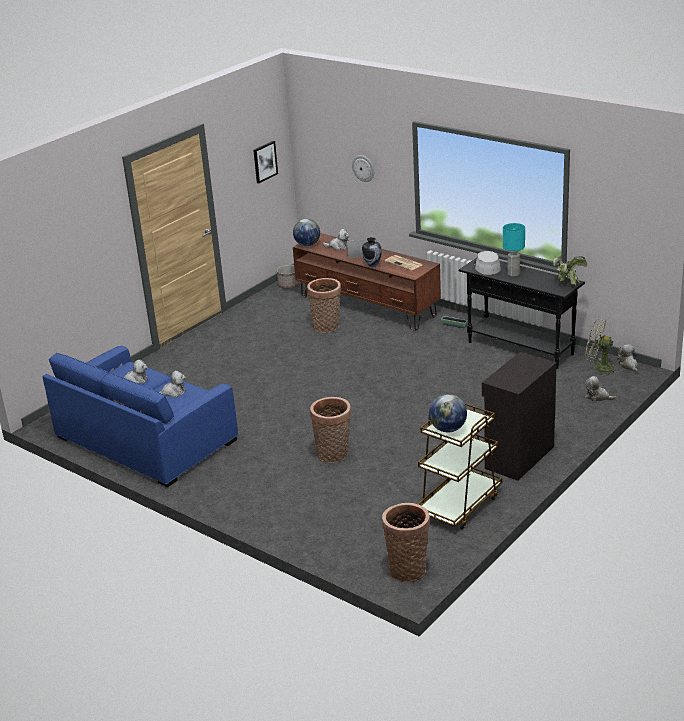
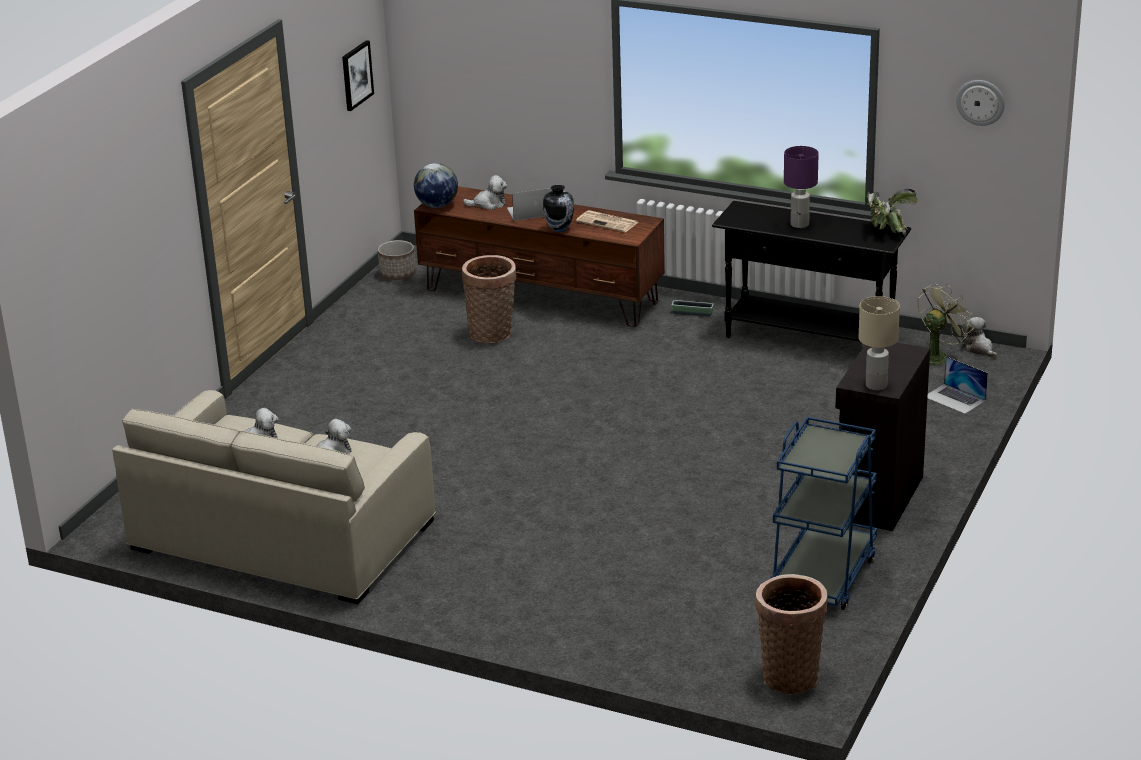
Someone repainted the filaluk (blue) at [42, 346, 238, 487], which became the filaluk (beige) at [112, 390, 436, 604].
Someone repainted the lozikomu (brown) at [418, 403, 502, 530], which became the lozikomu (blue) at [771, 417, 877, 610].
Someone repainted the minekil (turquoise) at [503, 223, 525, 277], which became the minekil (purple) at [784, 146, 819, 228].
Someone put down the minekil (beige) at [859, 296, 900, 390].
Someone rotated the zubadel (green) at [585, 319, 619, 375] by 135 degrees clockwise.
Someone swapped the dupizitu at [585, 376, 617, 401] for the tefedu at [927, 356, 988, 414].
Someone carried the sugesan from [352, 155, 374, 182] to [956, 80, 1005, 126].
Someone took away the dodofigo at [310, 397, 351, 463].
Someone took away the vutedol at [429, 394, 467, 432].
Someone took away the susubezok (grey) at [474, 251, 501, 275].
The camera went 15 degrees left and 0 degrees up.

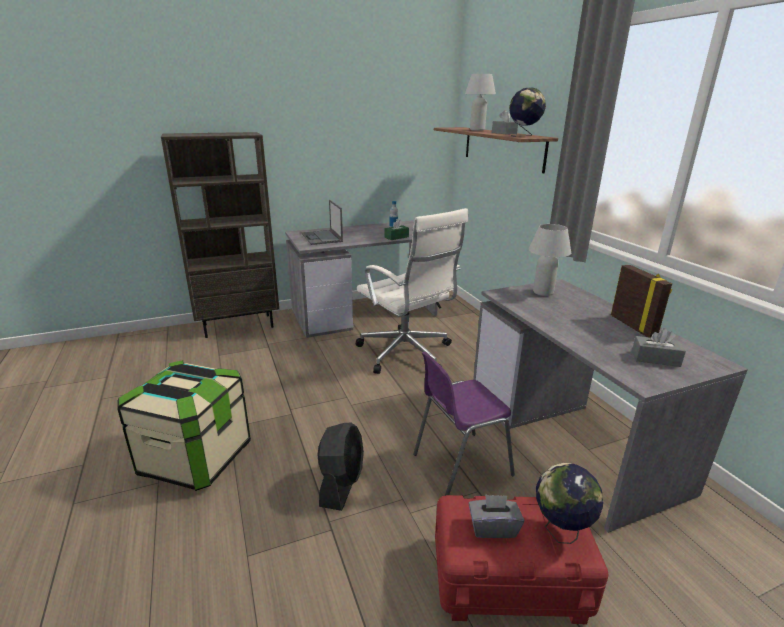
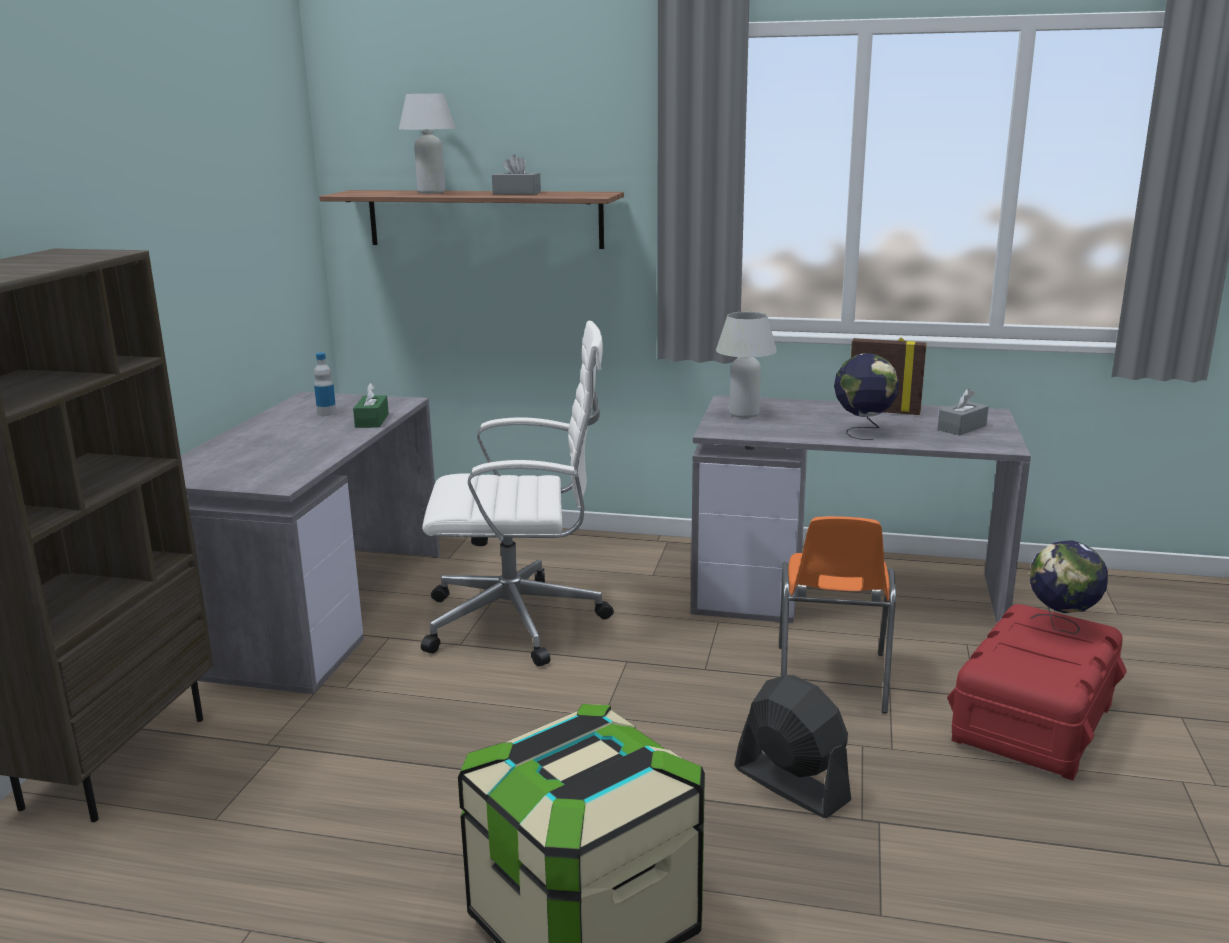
Someone repainted the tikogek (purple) at [413, 352, 515, 496], which became the tikogek (orange) at [779, 516, 896, 714].
Someone carried the vutedol from [509, 87, 546, 137] to [834, 353, 899, 440].
Someone took away the tefedu at [302, 200, 343, 245].
Someone took away the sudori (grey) at [469, 494, 524, 538].
The camera went 55 degrees left and 5 degrees down.

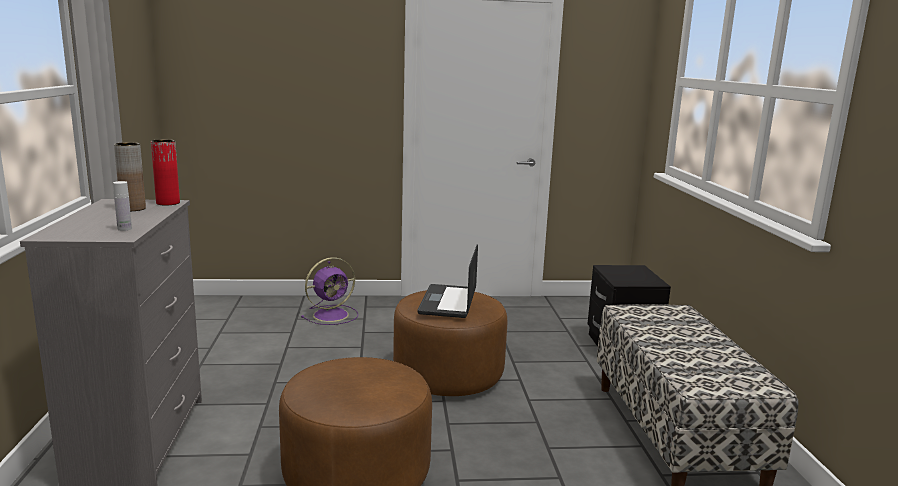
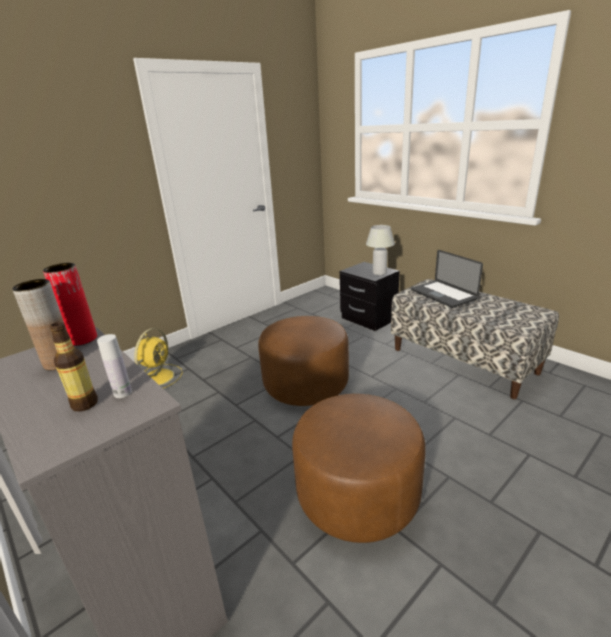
Someone put down the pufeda at [50, 322, 98, 411].
Someone repainted the zubadel (purple) at [301, 257, 358, 325], which became the zubadel (yellow) at [134, 328, 182, 388].
Someone put down the minekil (white) at [366, 225, 395, 276].
Someone carried the tefedu from [417, 244, 478, 318] to [411, 250, 483, 308].
The camera went 35 degrees left and 10 degrees up.

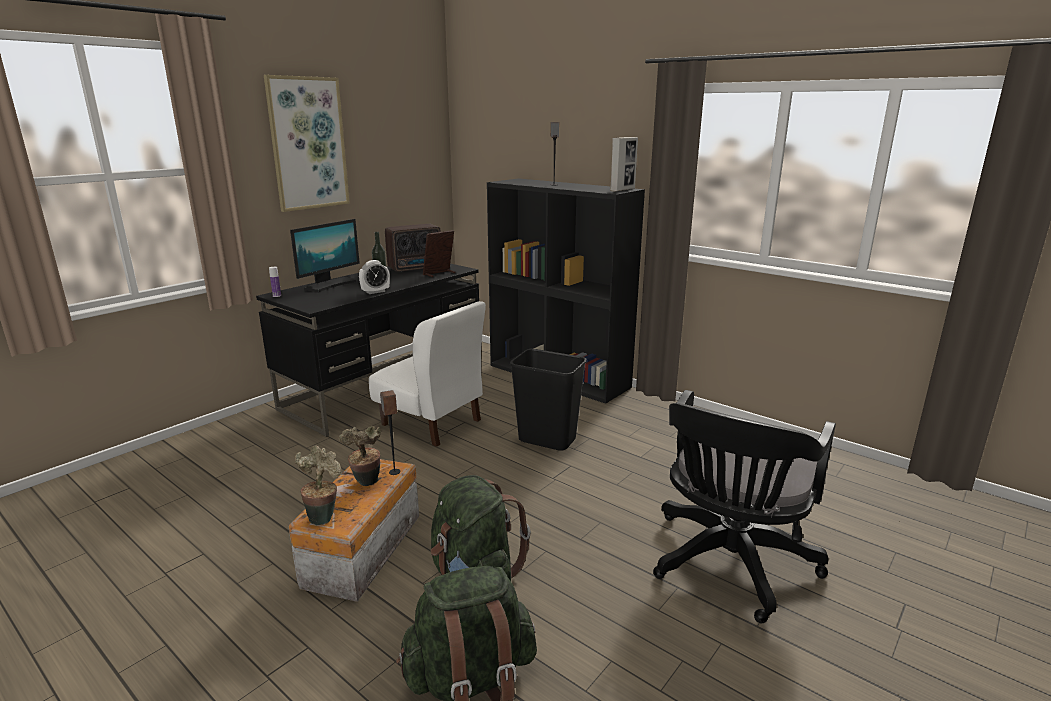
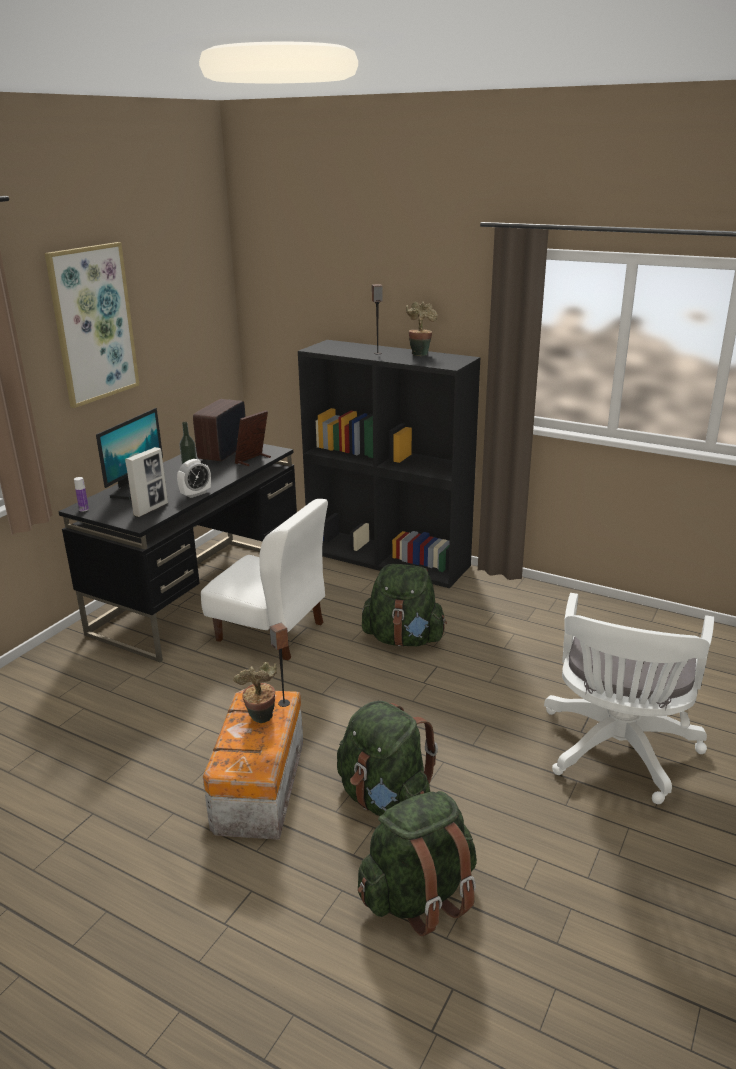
Someone carried the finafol from [610, 137, 638, 192] to [125, 447, 168, 517].
Someone rotated the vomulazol at [385, 224, 441, 272] by 150 degrees clockwise.
Someone swapped the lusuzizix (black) at [510, 349, 587, 451] for the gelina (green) at [362, 564, 447, 646].
Someone carried the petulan from [295, 445, 341, 525] to [406, 302, 438, 356].
Someone repainted the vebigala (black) at [653, 390, 836, 623], which became the vebigala (white) at [544, 593, 714, 804].
The camera went 10 degrees left and 5 degrees up.

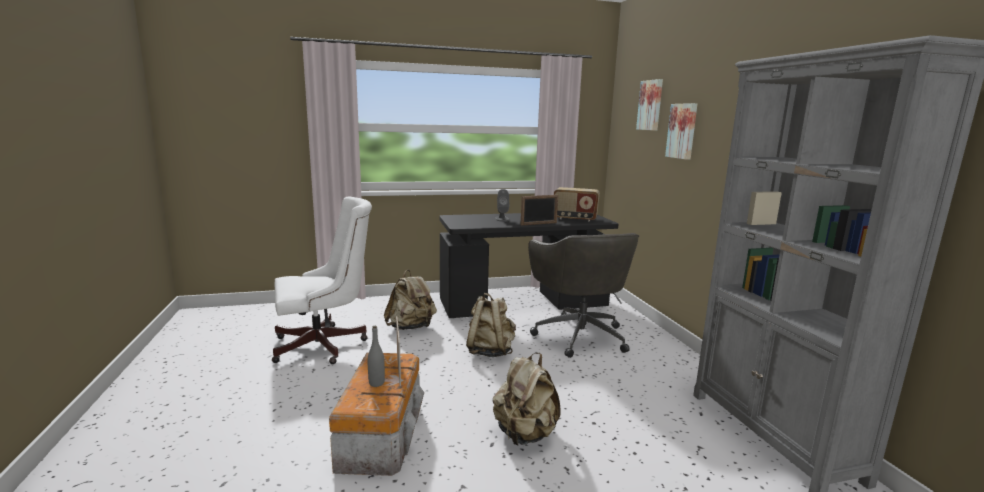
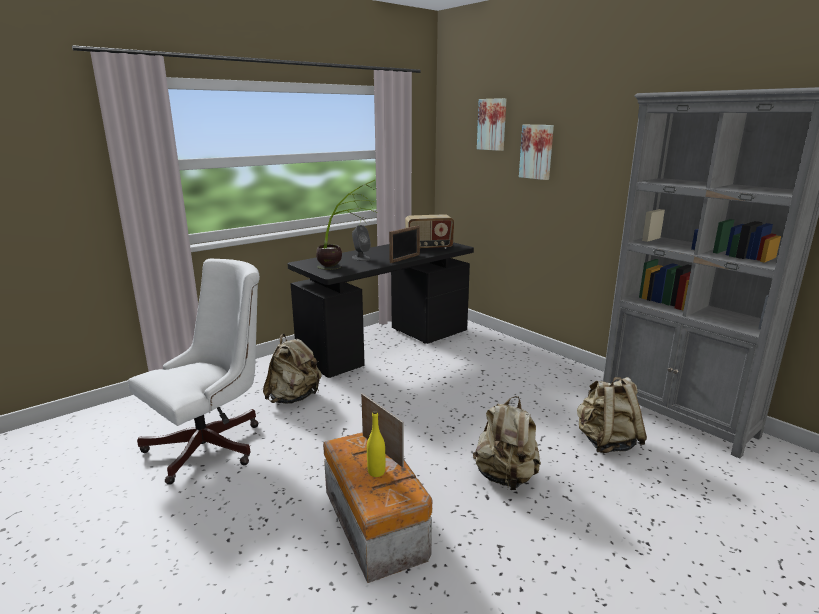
Someone put down the petulan at [316, 180, 377, 270].
Someone repainted the pufeda (grey) at [368, 326, 385, 387], which became the pufeda (yellow) at [367, 411, 385, 477].
Someone carried the gelina (beige) from [466, 293, 516, 357] to [577, 377, 647, 453].
Someone took away the vebigala (grey) at [528, 233, 639, 358].
The camera went 25 degrees left and 5 degrees up.

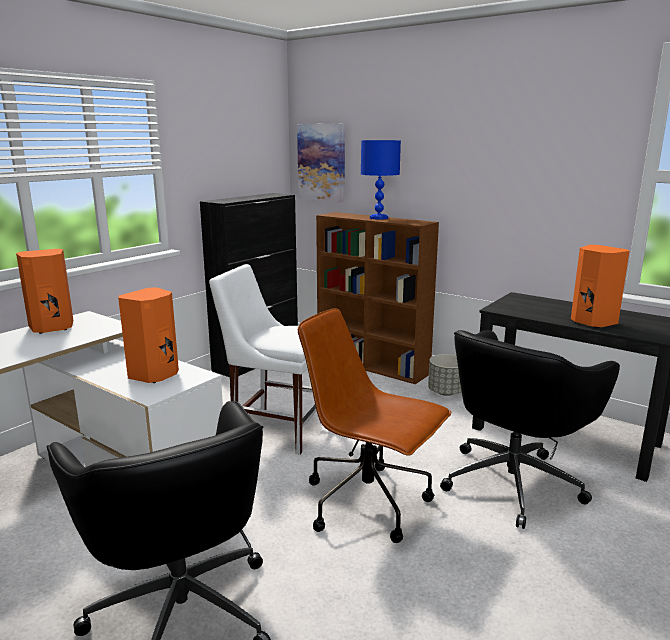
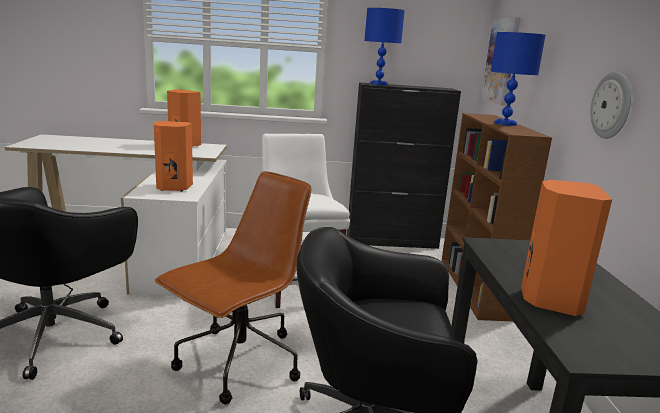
Someone rotated the vebigala (brown) at [298, 308, 451, 543] by 45 degrees clockwise.
Someone put down the minekil (blue) at [365, 8, 405, 85].
Someone put up the sugesan at [590, 72, 631, 139].
Someone took away the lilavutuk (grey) at [428, 354, 462, 396].
The camera went 50 degrees right and 0 degrees up.

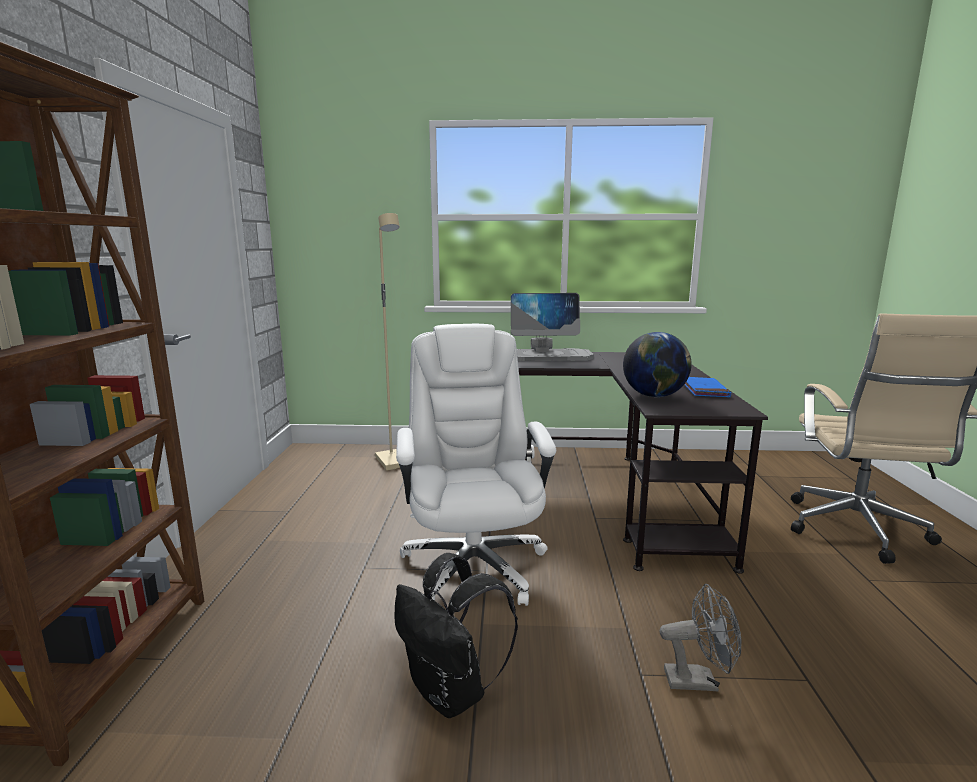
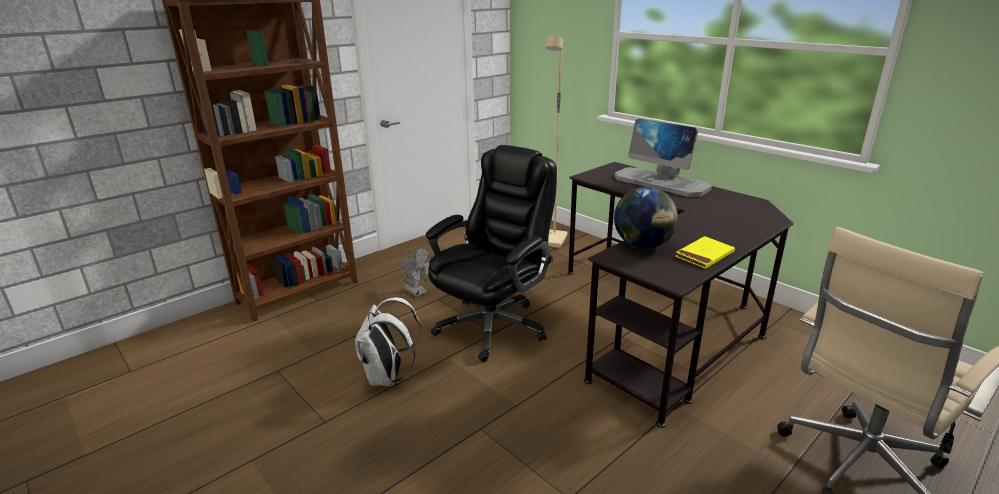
Someone repainted the gelina (black) at [394, 553, 518, 718], which became the gelina (white) at [355, 297, 422, 386].
Someone carried the zubadel (grey) from [660, 584, 741, 691] to [401, 247, 433, 297].
Someone repainted the vebigala (white) at [396, 324, 556, 606], which became the vebigala (black) at [426, 145, 557, 362].
Someone repainted the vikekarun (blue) at [684, 377, 731, 397], which became the vikekarun (yellow) at [675, 236, 735, 269].
The camera went 45 degrees right and 10 degrees up.

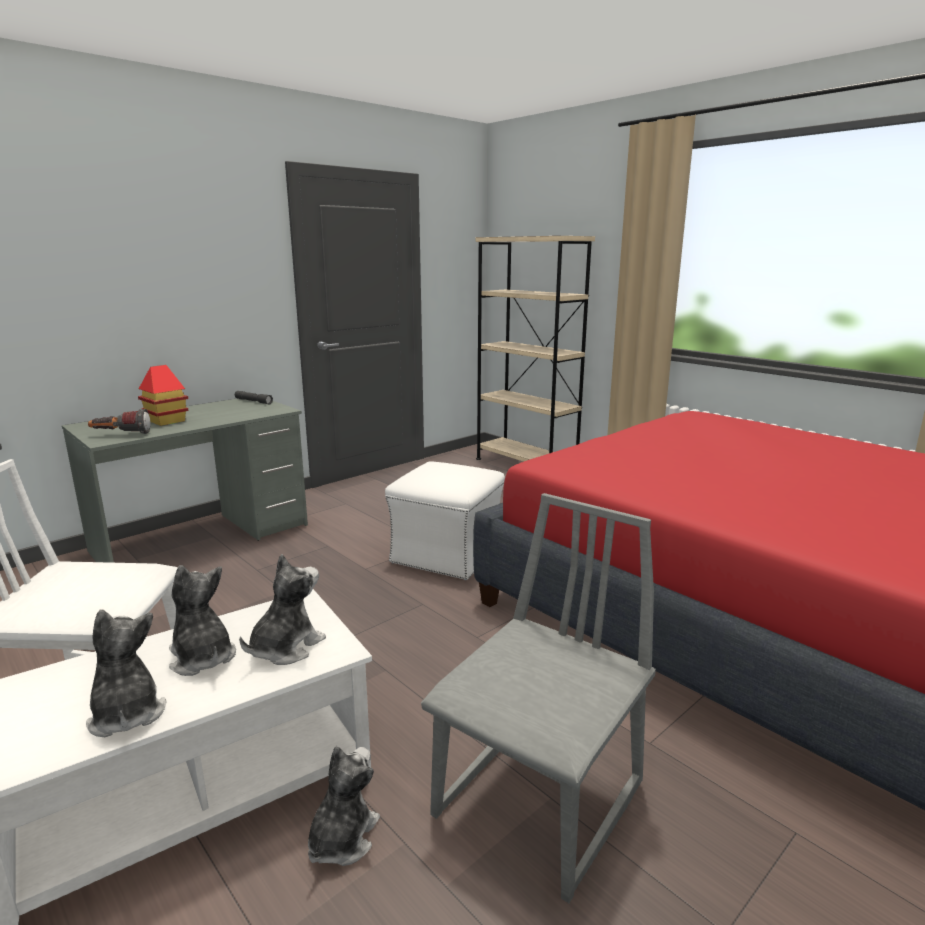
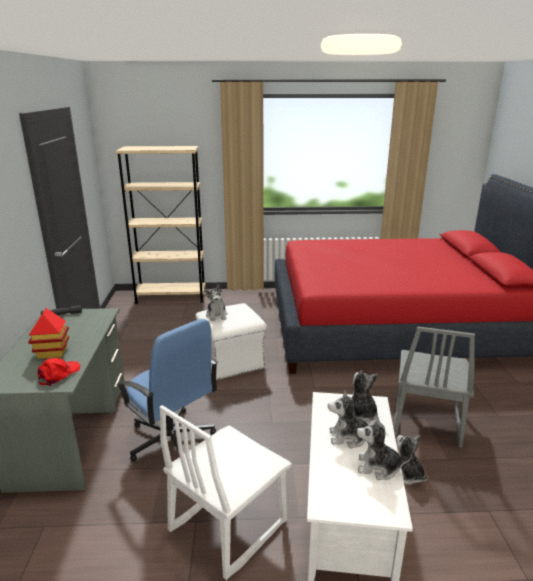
Someone swapped the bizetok at [88, 409, 150, 434] for the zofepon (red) at [38, 358, 80, 386].
Someone put down the vebigala (blue) at [116, 319, 218, 462].
Someone put down the dupizitu at [205, 285, 228, 321].
Someone rotated the tikogek (grey) at [421, 493, 656, 903] by 150 degrees counterclockwise.
The camera went 50 degrees left and 5 degrees up.

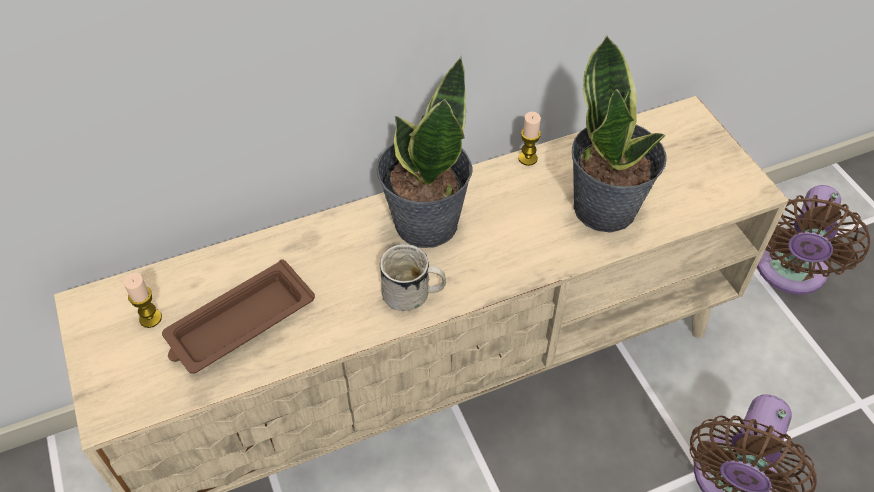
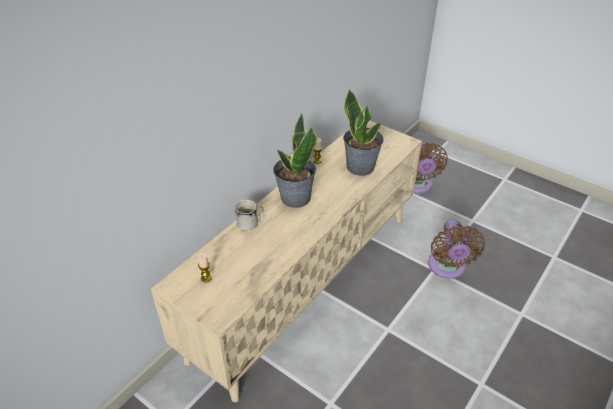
Someone carried the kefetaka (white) from [380, 244, 446, 311] to [235, 199, 264, 231].
Someone took away the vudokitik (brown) at [162, 260, 315, 374].
The camera went 30 degrees left and 10 degrees down.

